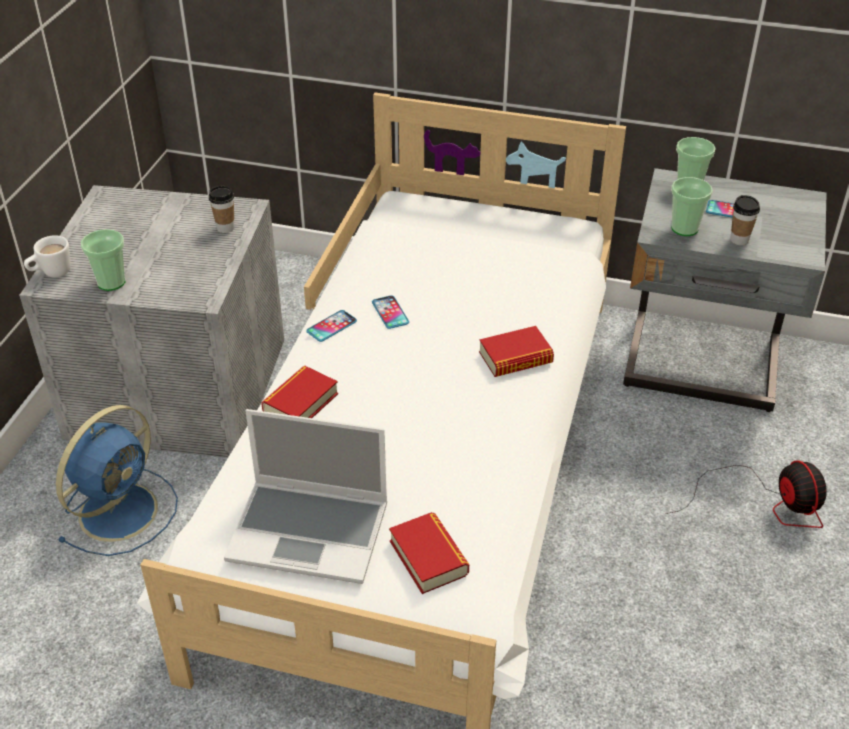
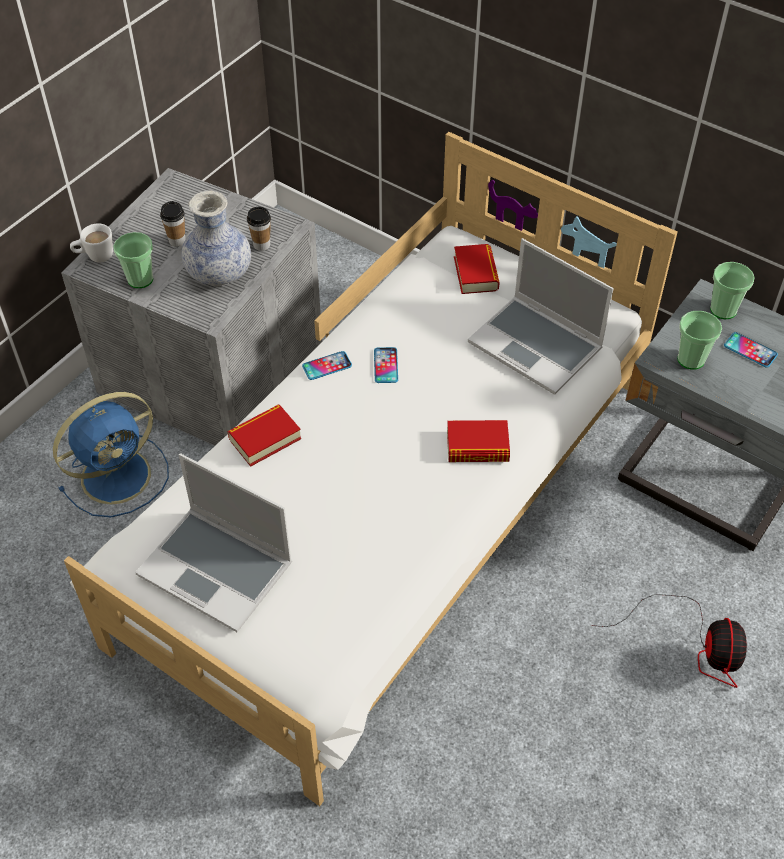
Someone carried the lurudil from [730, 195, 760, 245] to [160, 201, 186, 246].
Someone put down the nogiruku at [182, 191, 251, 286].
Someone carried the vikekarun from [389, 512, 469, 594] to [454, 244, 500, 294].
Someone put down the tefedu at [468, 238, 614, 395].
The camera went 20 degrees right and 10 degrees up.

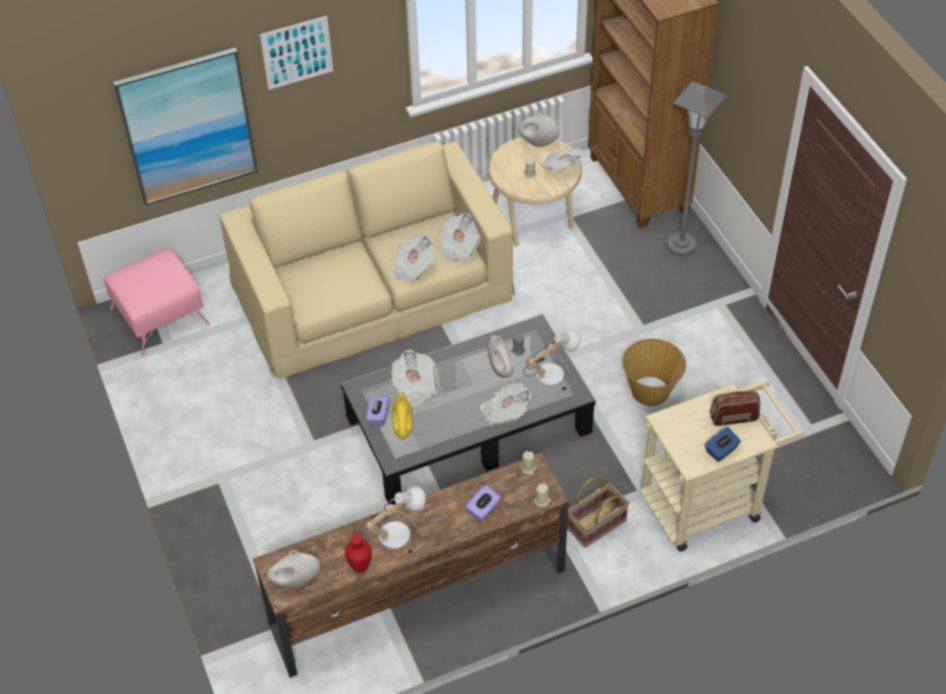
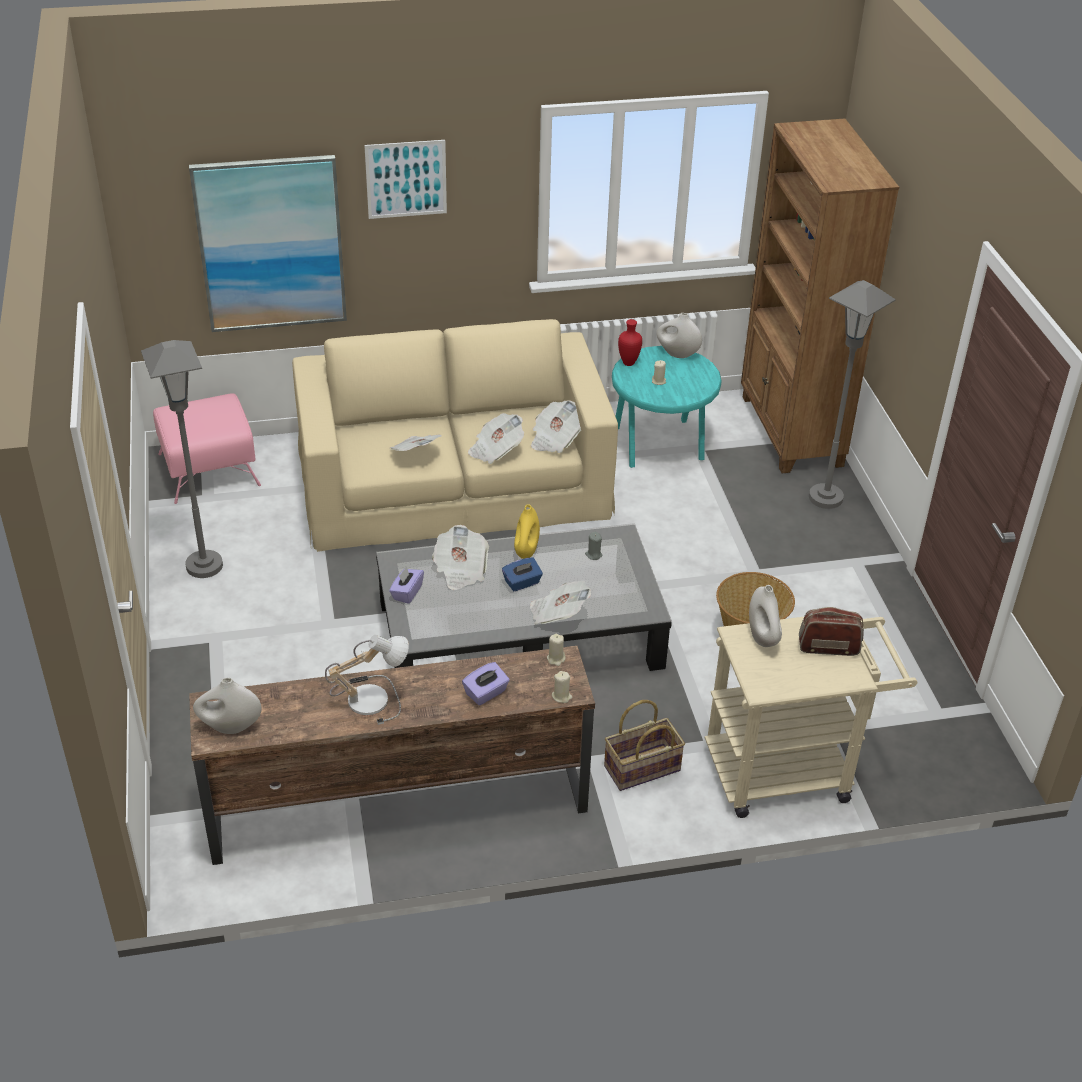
Someone put down the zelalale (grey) at [141, 340, 223, 578].
Someone carried the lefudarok from [540, 148, 585, 169] to [390, 434, 441, 451].
Someone carried the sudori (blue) from [705, 427, 741, 462] to [502, 558, 543, 591].
Someone carried the nogiruku (yellow) from [393, 394, 413, 439] to [514, 504, 540, 559].
Someone repainted the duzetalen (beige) at [489, 137, 582, 247], which became the duzetalen (turquoise) at [612, 346, 722, 468].
Someone carried the nogiruku (red) from [345, 534, 372, 573] to [618, 319, 642, 366].
Someone carried the nogiruku (white) from [488, 336, 514, 378] to [749, 585, 782, 647].
Someone took away the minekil at [523, 330, 581, 392].
The camera went 10 degrees right and 10 degrees down.

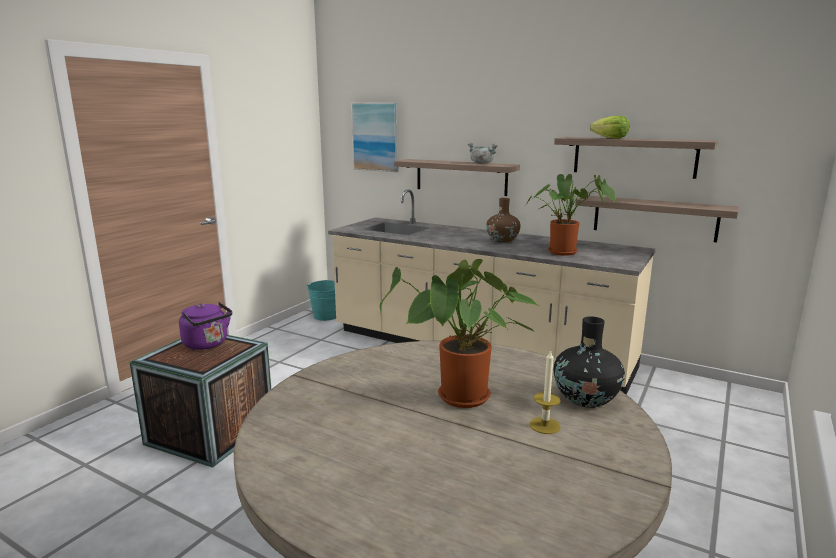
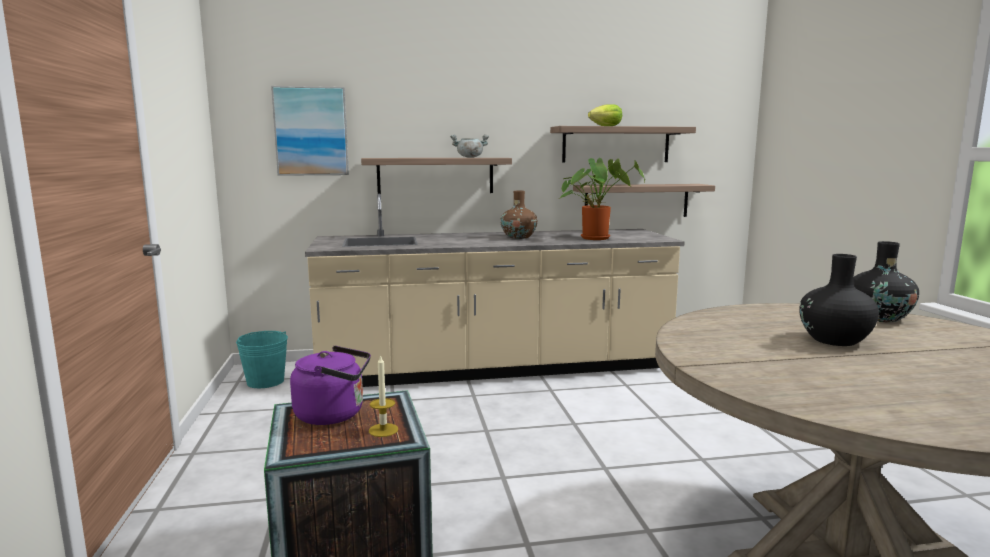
Someone carried the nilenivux from [529, 350, 561, 434] to [369, 355, 398, 437].
Someone swapped the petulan at [380, 259, 539, 408] for the nogiruku (black) at [799, 254, 879, 346].
The camera went 40 degrees left and 5 degrees down.

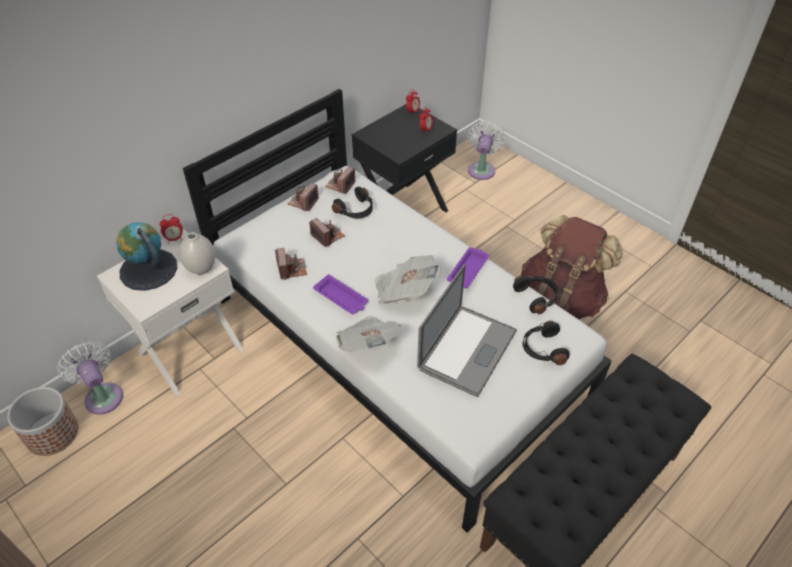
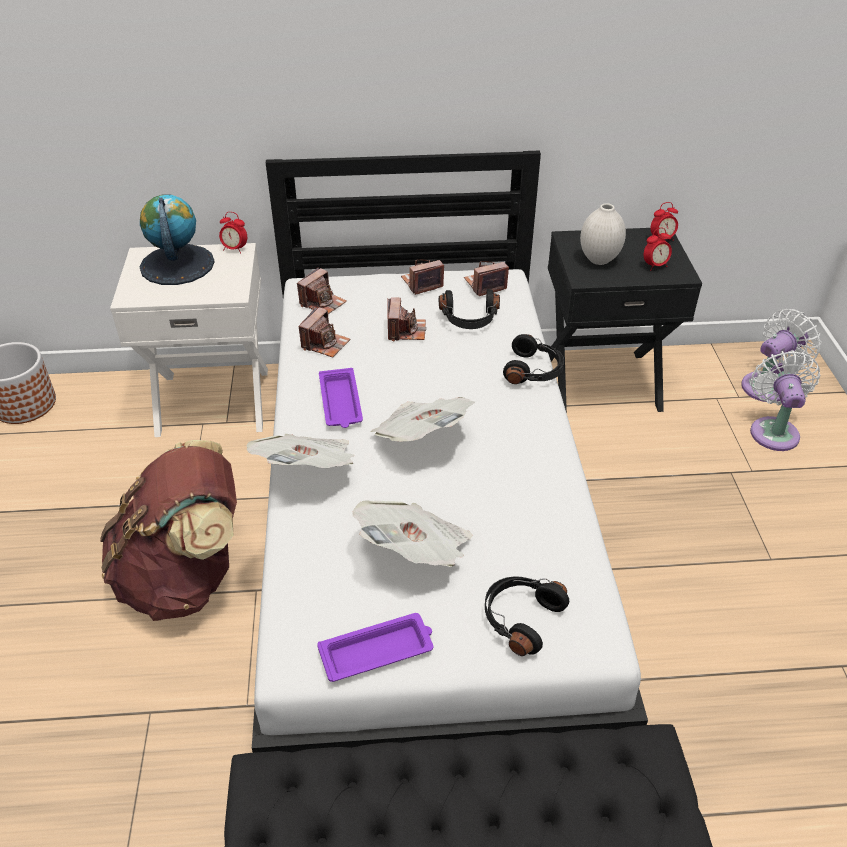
Someone carried the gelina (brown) from [520, 215, 623, 319] to [100, 440, 237, 621].
Someone put down the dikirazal at [297, 268, 347, 314].
Someone carried the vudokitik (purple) from [447, 247, 489, 288] to [317, 613, 433, 682].
Someone swapped the tefedu at [417, 264, 517, 397] for the lefudarok at [352, 500, 472, 567].
Someone carried the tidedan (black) from [513, 276, 559, 314] to [503, 334, 564, 384].
Someone carried the nogiruku (white) from [179, 232, 215, 274] to [580, 203, 626, 265].
Someone carried the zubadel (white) from [57, 341, 123, 415] to [750, 350, 820, 451].
The camera went 40 degrees right and 5 degrees down.

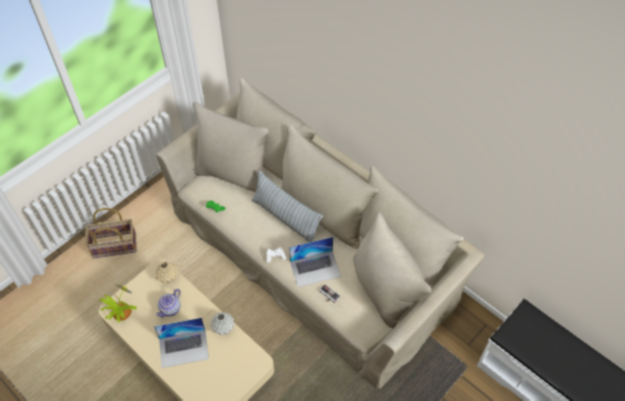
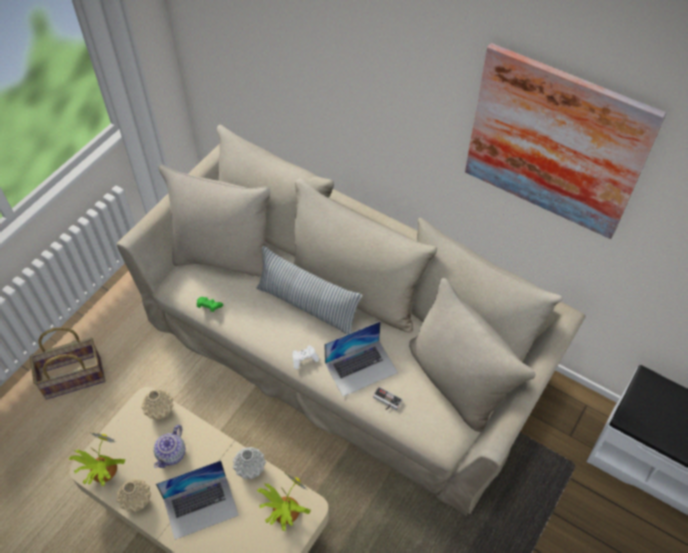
Someone put down the nogiruku (beige) at [117, 479, 151, 512].
Someone put down the petulan at [257, 473, 311, 531].
Someone put up the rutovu at [465, 43, 666, 239].
The camera went 10 degrees left and 0 degrees up.

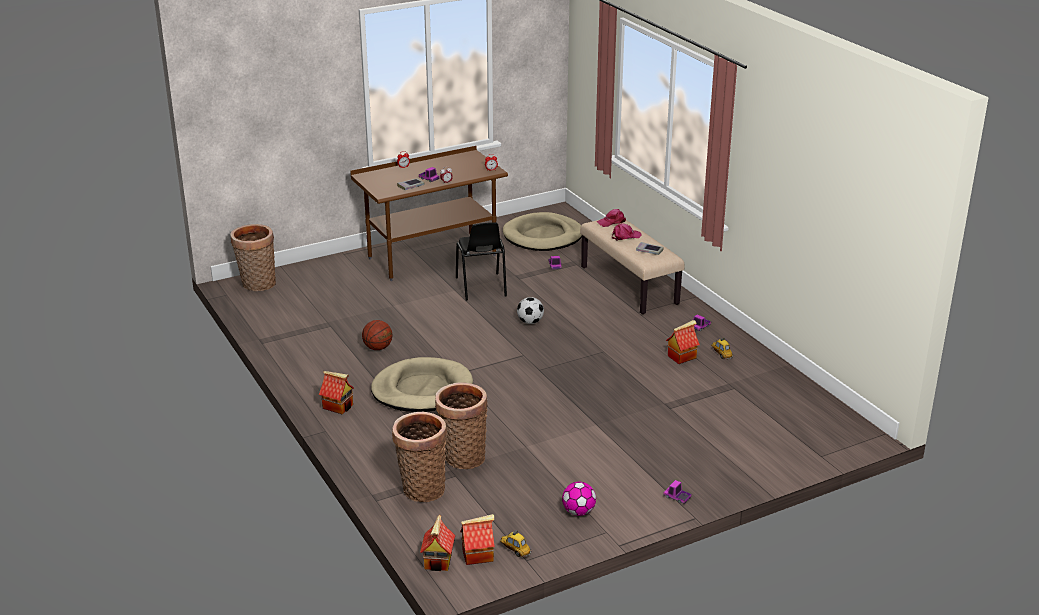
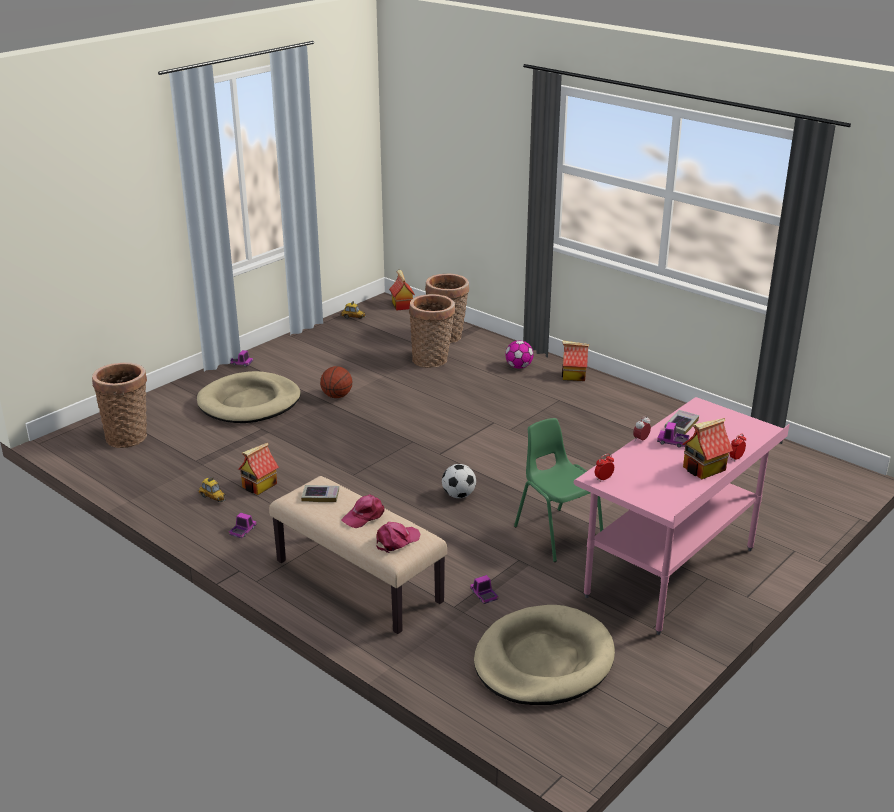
Someone carried the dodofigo from [231, 224, 276, 291] to [92, 363, 147, 448].
Someone carried the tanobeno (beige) from [371, 357, 473, 412] to [197, 371, 301, 423].
Someone carried the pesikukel from [362, 320, 393, 350] to [320, 366, 352, 398].
Someone carried the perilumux from [562, 482, 596, 516] to [505, 340, 534, 369].
Someone repainted the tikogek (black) at [456, 222, 507, 301], which became the tikogek (green) at [514, 418, 603, 562].
Someone repainted the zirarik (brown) at [351, 146, 508, 281], which became the zirarik (pink) at [574, 397, 790, 635].
Someone carried the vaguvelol from [460, 514, 495, 565] to [683, 418, 733, 479].
The camera went 160 degrees right and 0 degrees up.

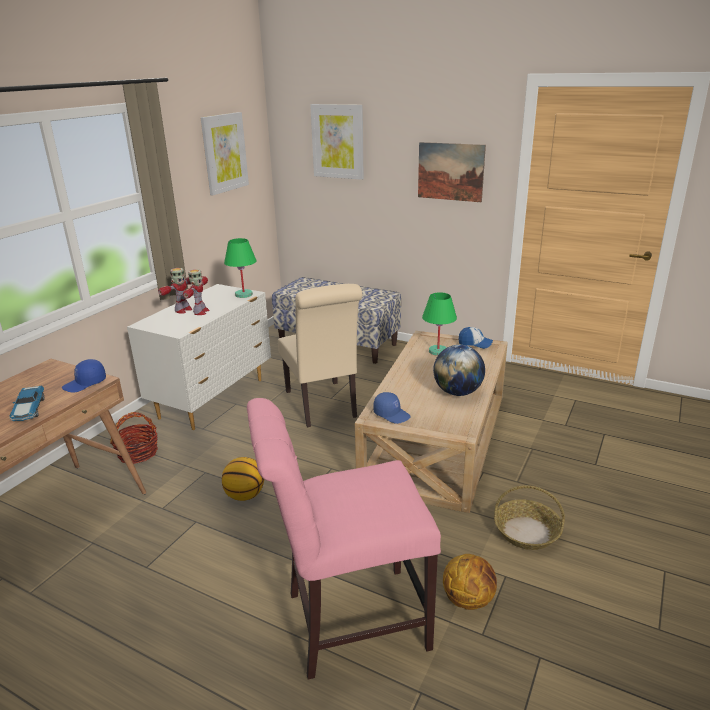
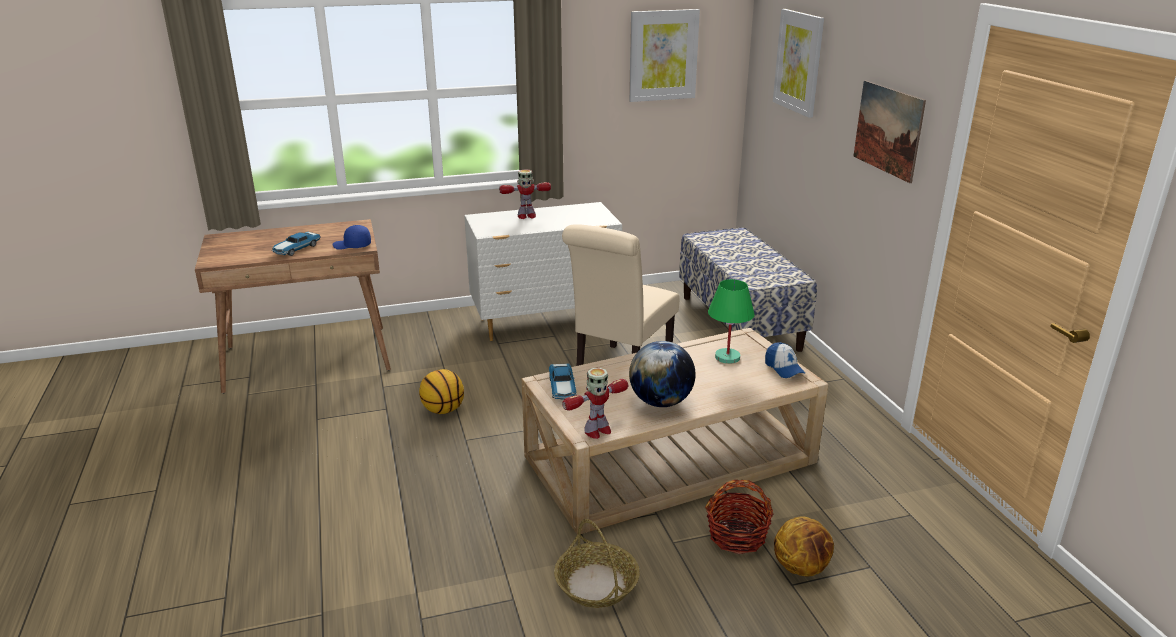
Someone swapped the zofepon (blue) at [373, 392, 410, 424] for the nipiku at [549, 363, 577, 400].
Someone carried the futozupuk from [183, 269, 210, 315] to [562, 368, 628, 439].
Someone carried the dodofigo from [110, 412, 158, 464] to [705, 480, 774, 554].
Someone carried the pesikukel from [443, 554, 497, 610] to [774, 516, 834, 576].
Someone took away the minekil (green) at [224, 238, 257, 298].
Someone took away the tikogek (pink) at [247, 398, 441, 680].
The camera went 45 degrees right and 0 degrees up.

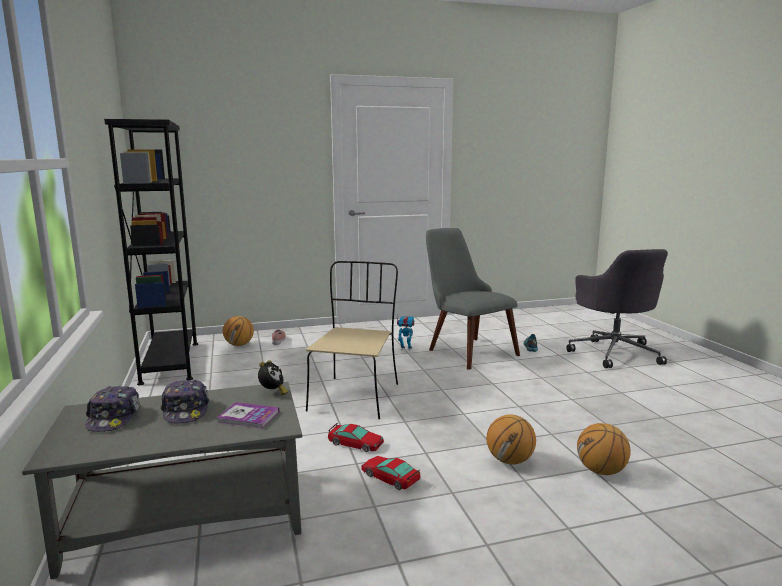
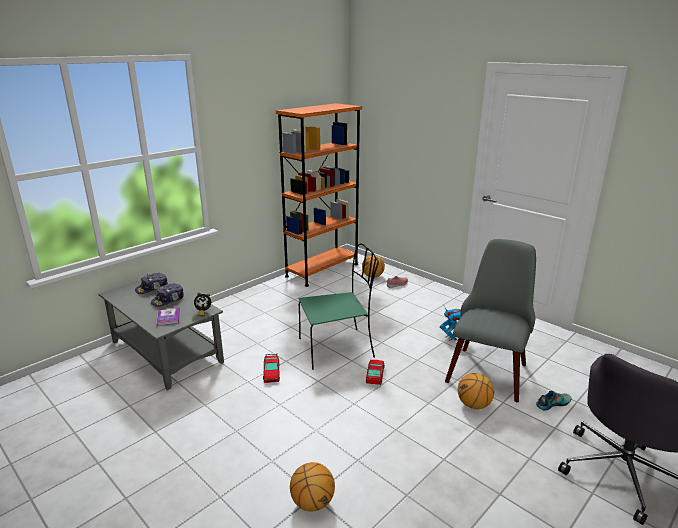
Someone repainted the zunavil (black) at [104, 119, 198, 385], which became the zunavil (orange) at [276, 103, 362, 287].
Someone repainted the tikogek (beige) at [305, 261, 398, 419], which became the tikogek (green) at [299, 243, 379, 370].
Someone carried the nipiku from [361, 456, 421, 490] to [366, 360, 385, 385].
Someone carried the pesikukel from [487, 414, 536, 464] to [458, 373, 494, 409].
The camera went 60 degrees right and 10 degrees up.

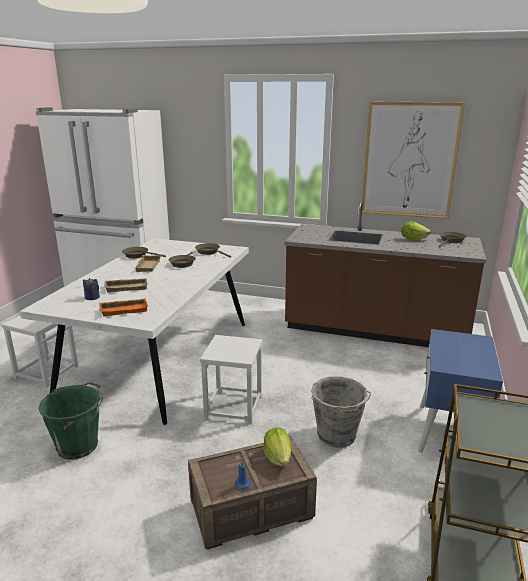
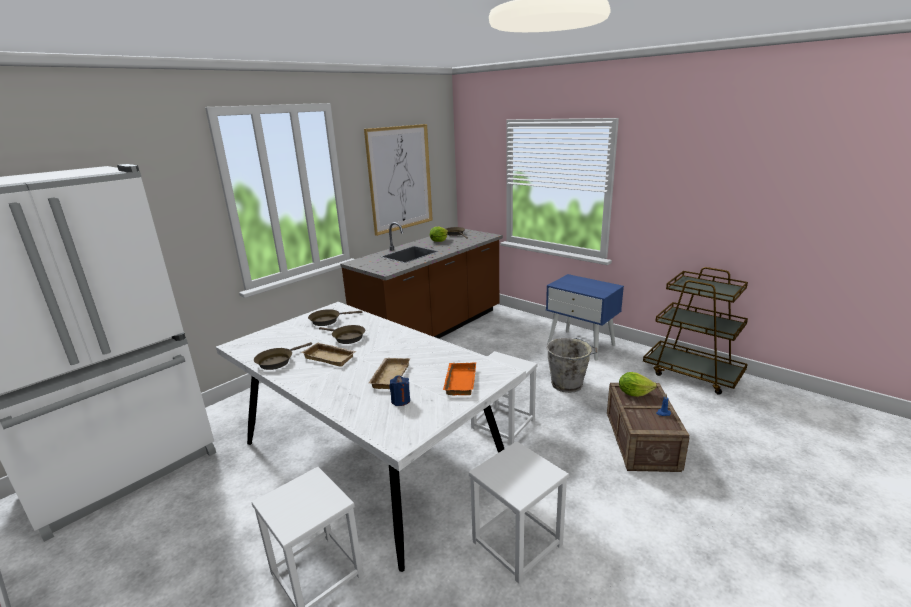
Someone swapped the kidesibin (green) at [38, 382, 103, 460] for the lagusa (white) at [469, 441, 569, 584].
The camera went 65 degrees left and 0 degrees up.

